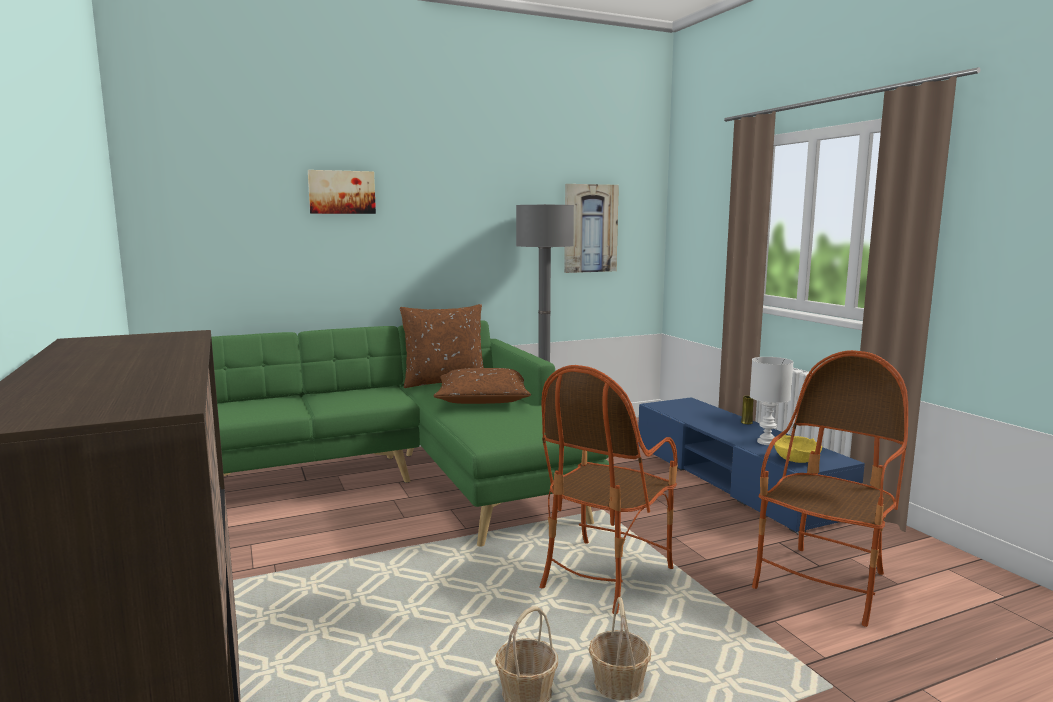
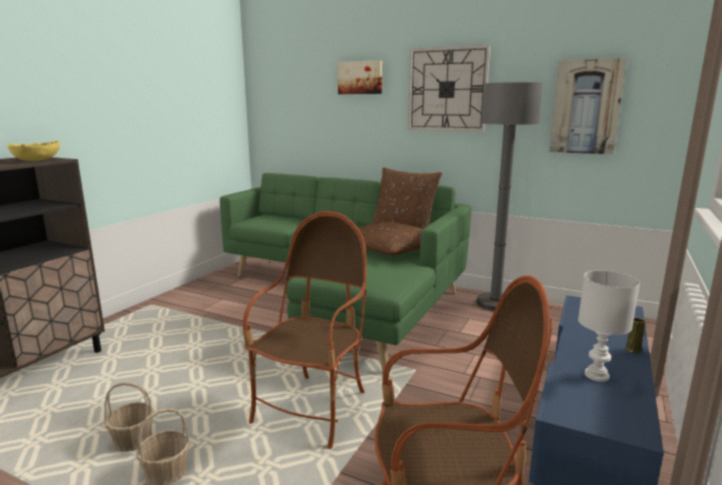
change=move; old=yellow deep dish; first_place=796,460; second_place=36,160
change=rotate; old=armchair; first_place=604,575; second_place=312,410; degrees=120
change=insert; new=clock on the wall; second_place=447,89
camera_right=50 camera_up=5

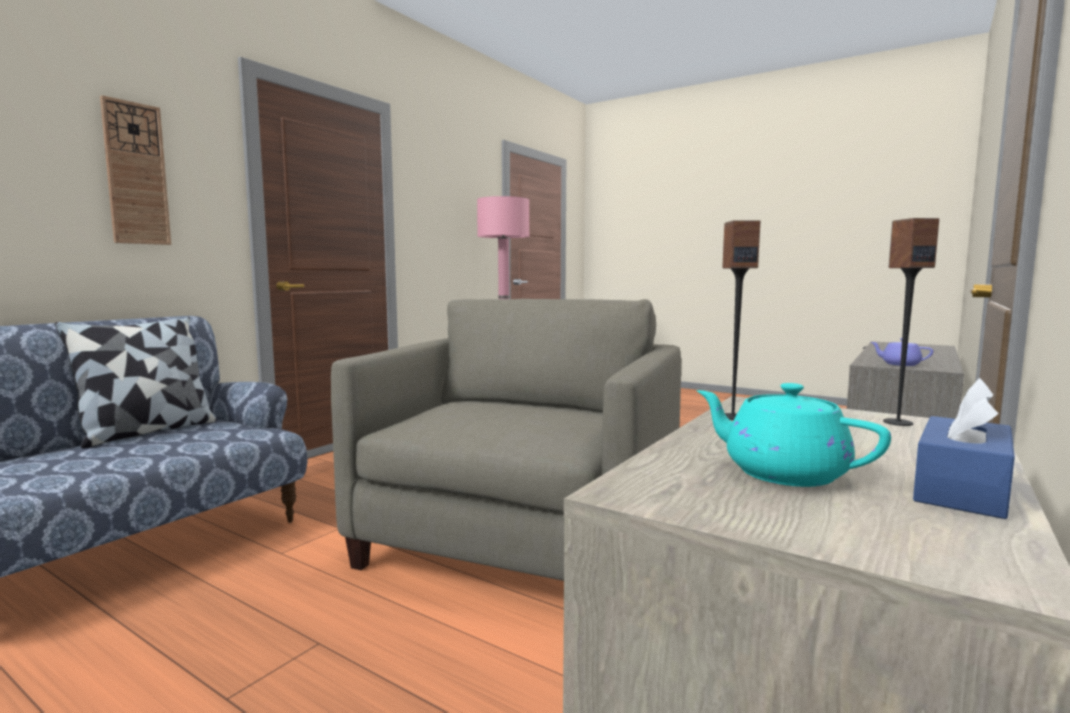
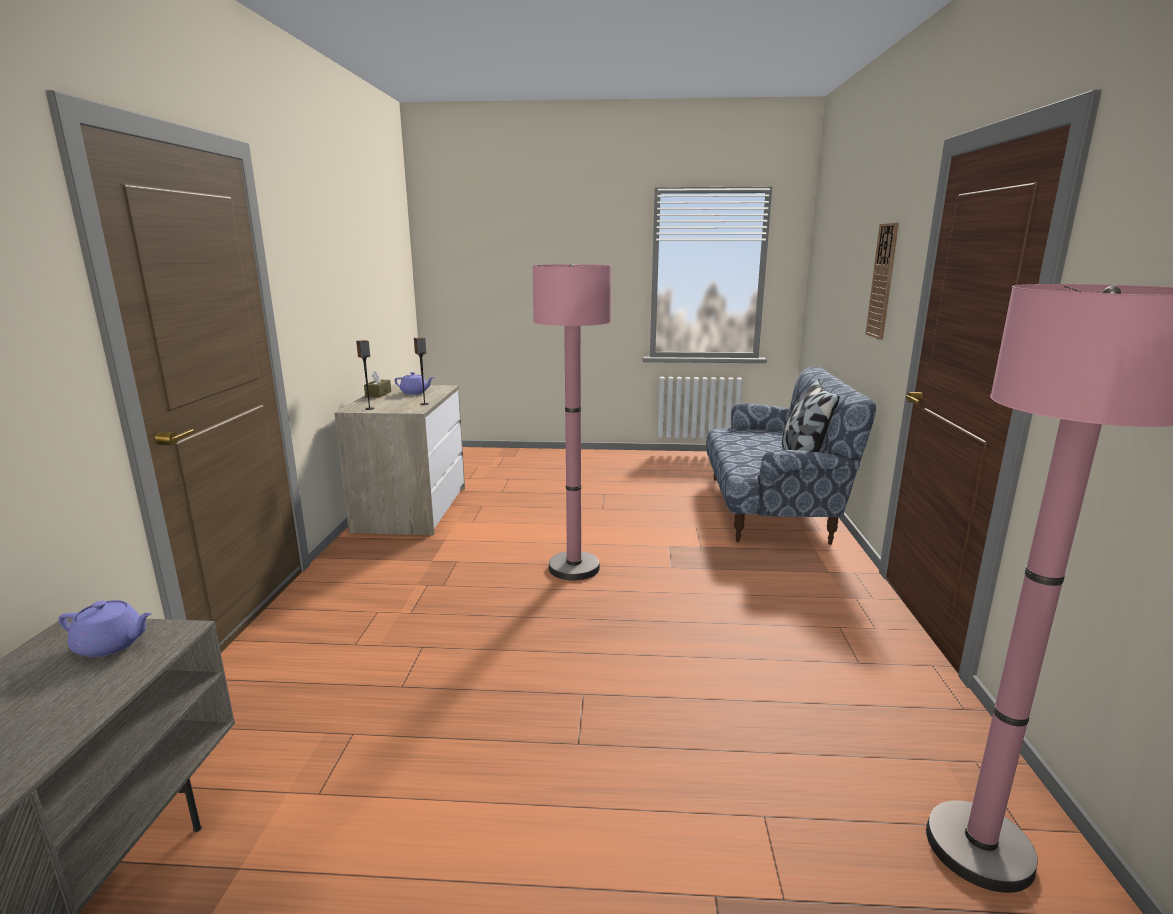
change=recolor; old=blue-coloured box of tissues; new=brownish box of tissues; first_place=961,489; second_place=378,394
change=recolor; old=turquoise pot for tea; new=purple pot for tea; first_place=782,473; second_place=415,392
change=replace; old=beige-coloured armchair; new=pink-coloured standing lamp; first_place=522,542; second_place=574,568
camera_right=150 camera_up=10

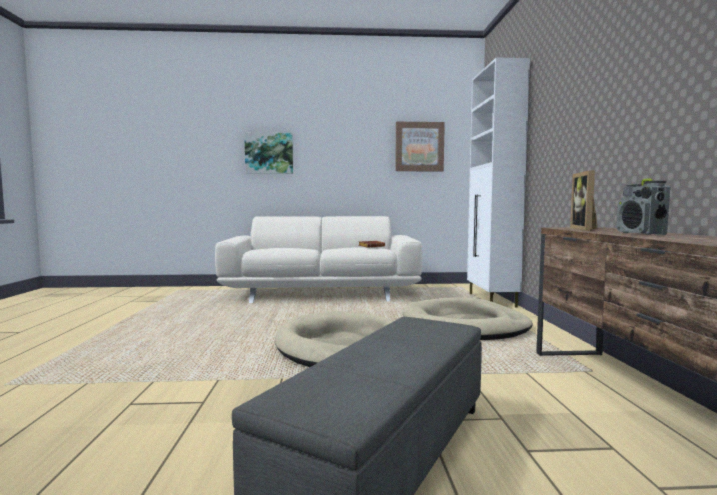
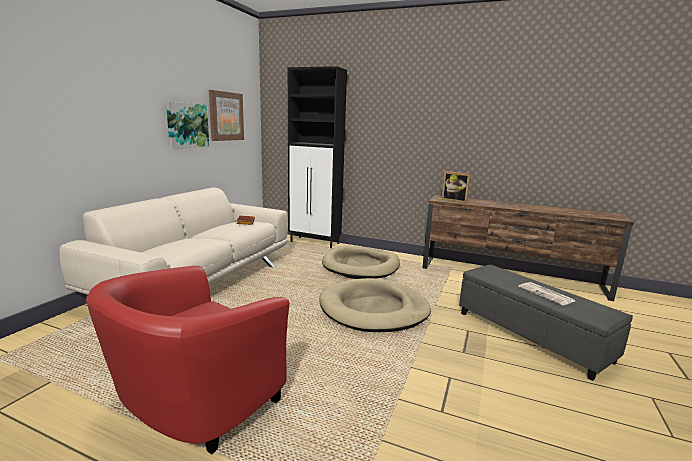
change=insert; new=red-coloured armchair; second_place=194,407
change=move; old=wall picture; first_place=269,153; second_place=187,125
change=recolor; old=white cabinet; new=black-coloured cabinet; first_place=492,300; second_place=315,243
change=insert; new=newspaper; second_place=546,294
change=delete; old=radio set; first_place=641,233
camera_right=-65 camera_up=10

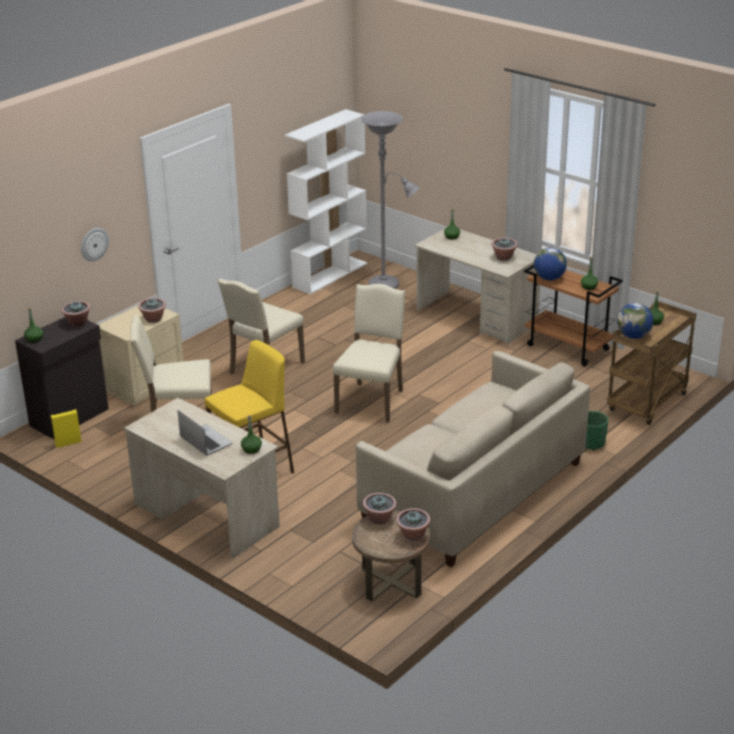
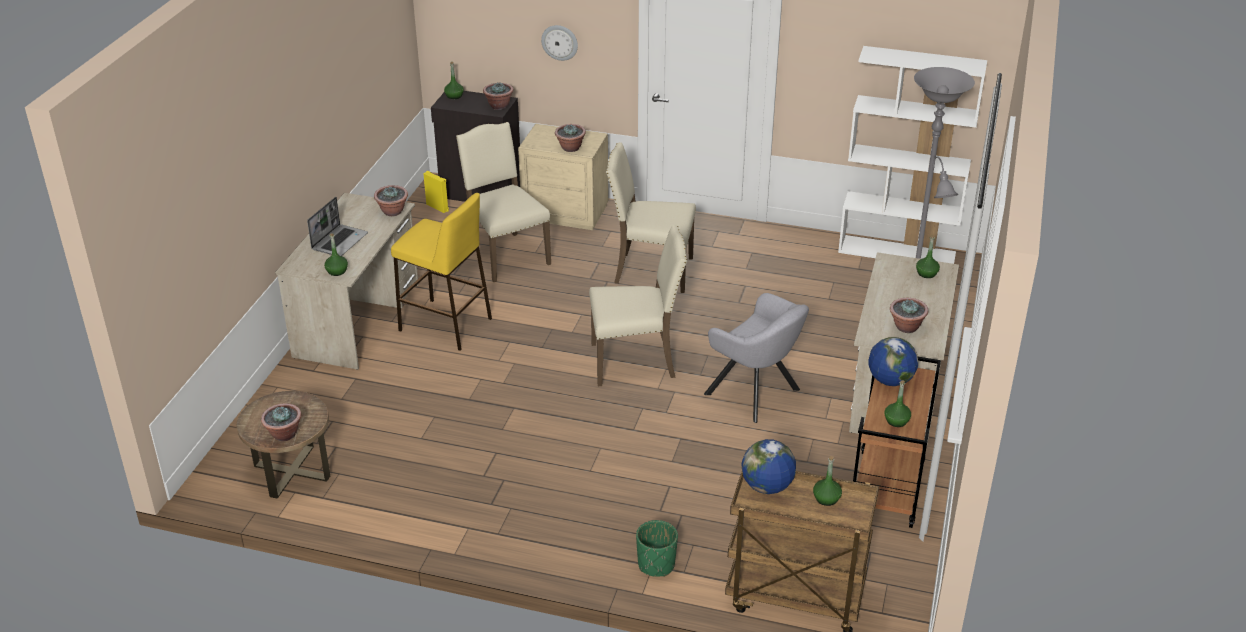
change=move; old=houseplant; first_place=379,519; second_place=393,212
change=insert; new=grey armchair; second_place=756,394
change=delete; old=beige-coloured couch; first_place=474,492
camera_right=65 camera_up=5

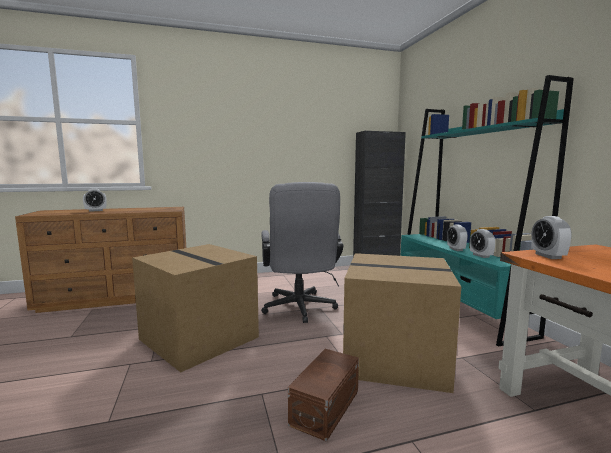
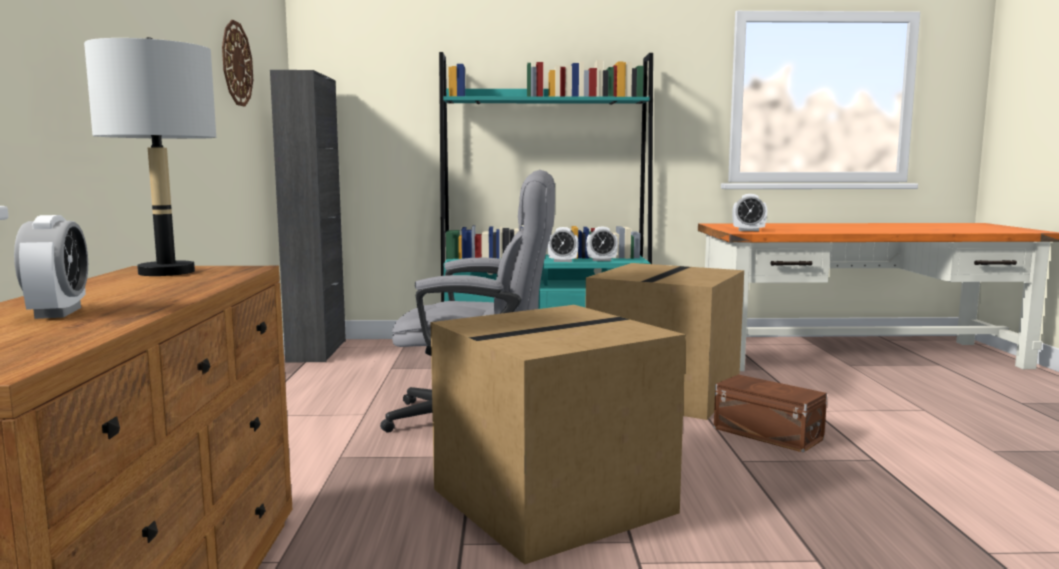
change=insert; new=grey table lamp; second_place=167,272
change=insert; new=clock on the wall; second_place=236,64
camera_right=-75 camera_up=0

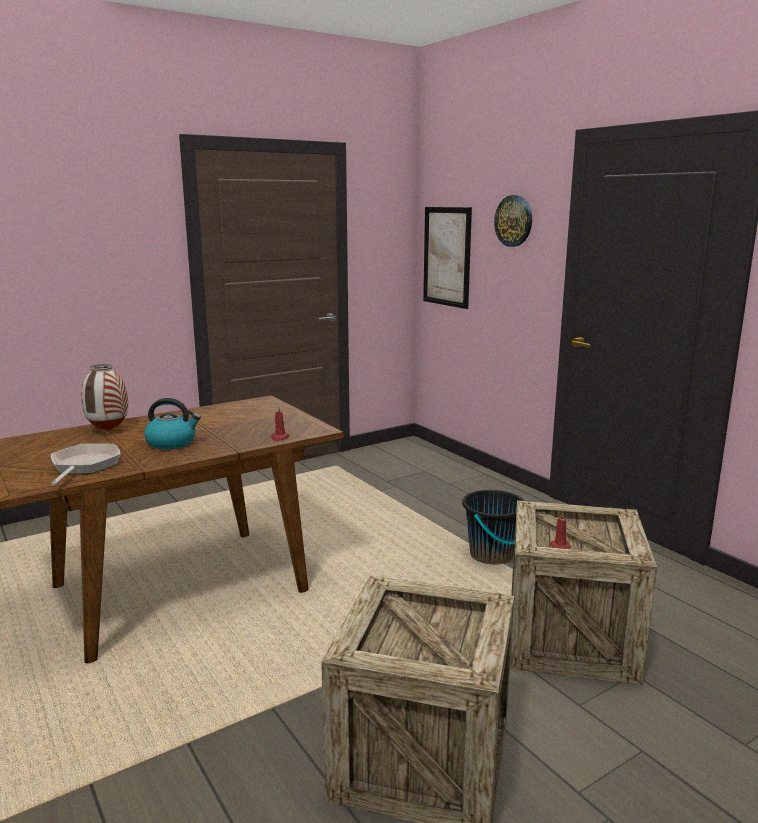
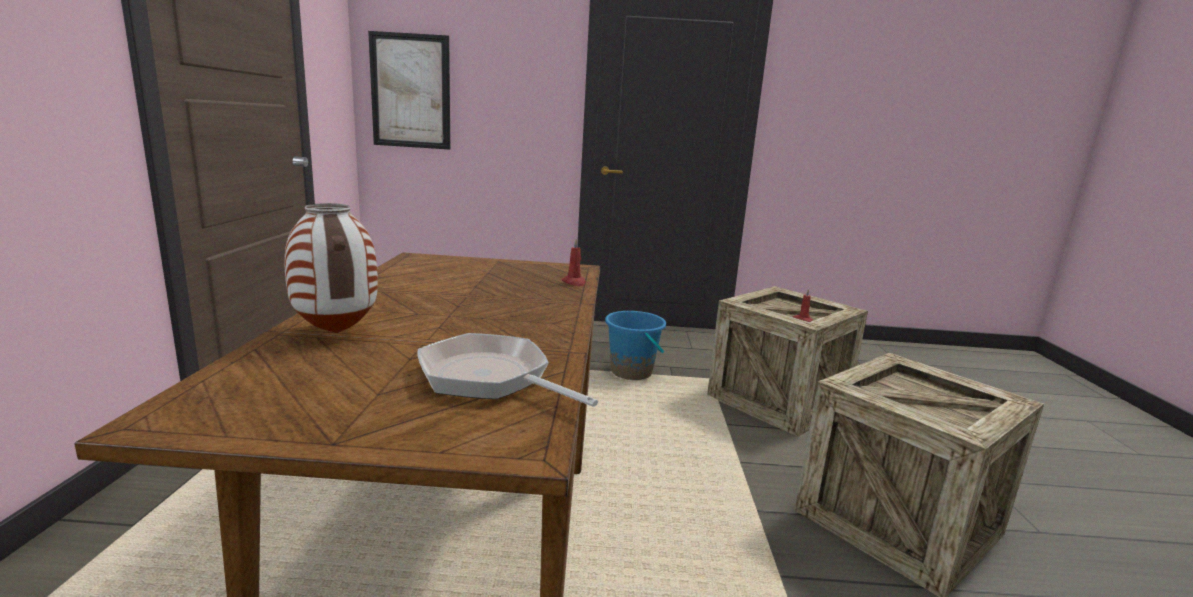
change=recolor; old=black-coloured water bucket; new=blue-coloured water bucket; first_place=492,555; second_place=631,372
change=delete; old=kettle; first_place=172,443
change=delete; old=clock on the wall; first_place=514,221
camera_right=-55 camera_up=0

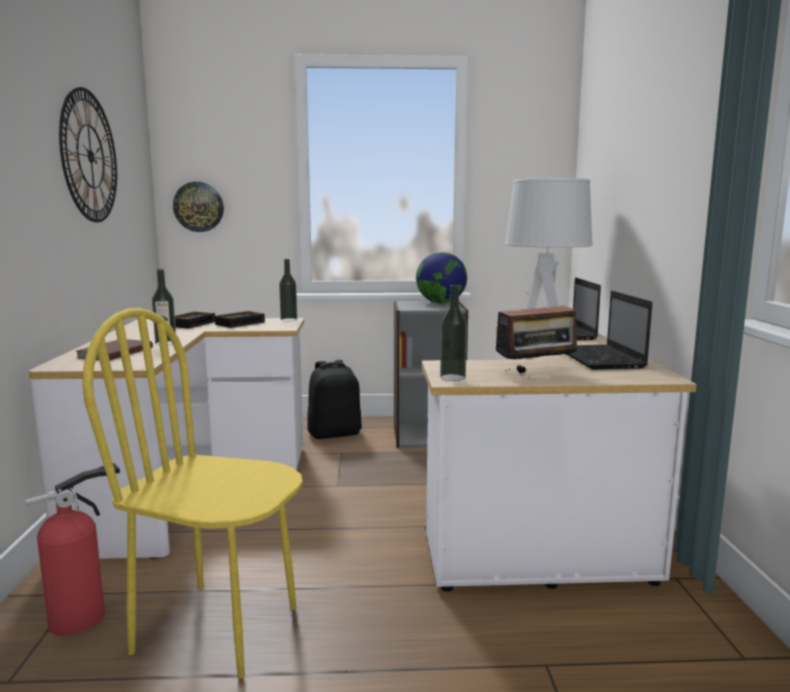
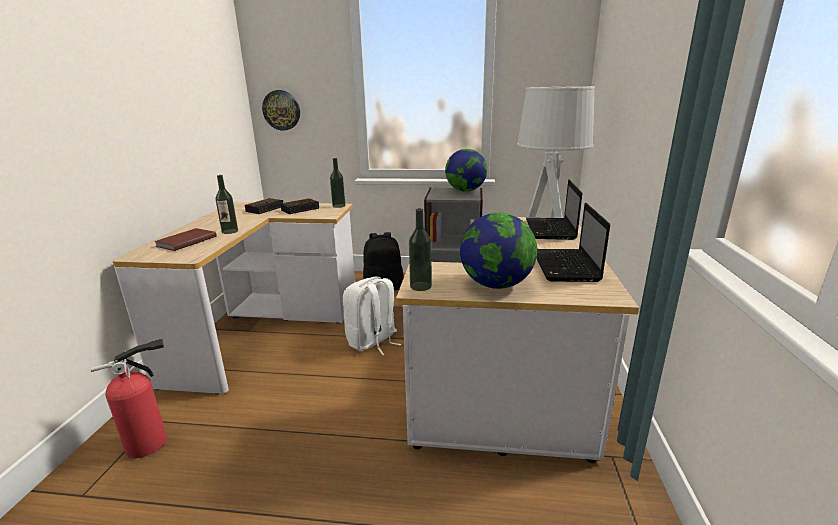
change=insert; new=white backpack; second_place=372,342
change=replace; old=radio set; new=world globe; first_place=536,374; second_place=496,285
change=delete; old=clock on the wall; first_place=90,156
change=delete; old=yellow upright chair; first_place=217,628
camera_right=10 camera_up=10

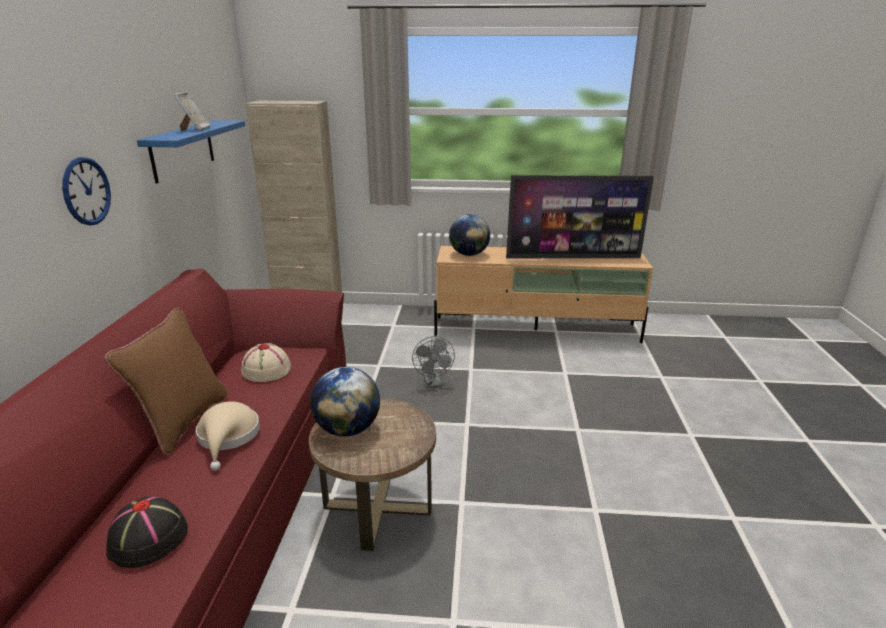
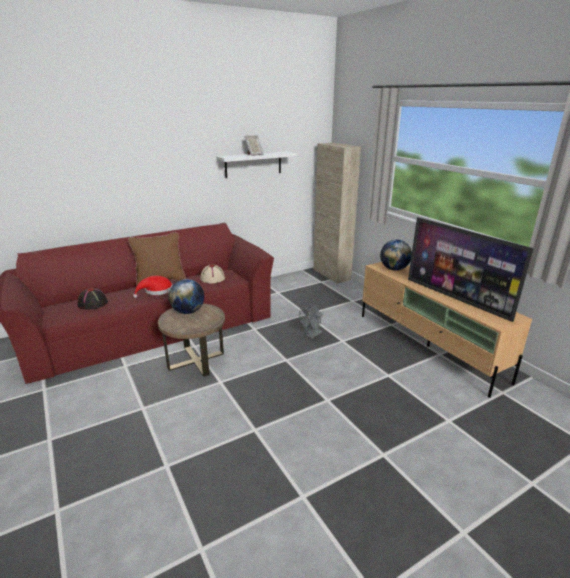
change=recolor; old=beige-coloured clothing hat; new=red-coloured clothing hat; first_place=228,437; second_place=156,291
change=recolor; old=blue-coloured bracket shelf; new=white bracket shelf; first_place=183,150; second_place=253,164
change=delete; old=clock on the wall; first_place=86,191
camera_right=55 camera_up=0

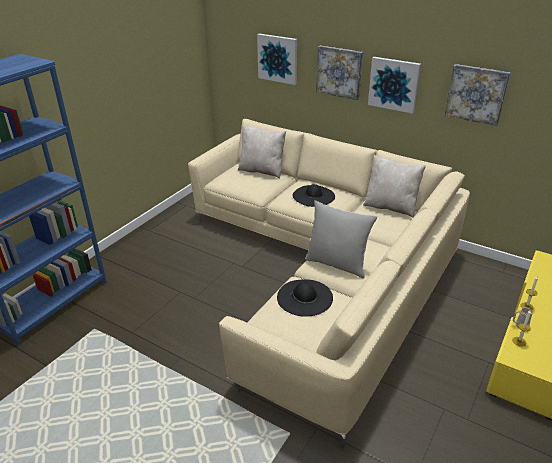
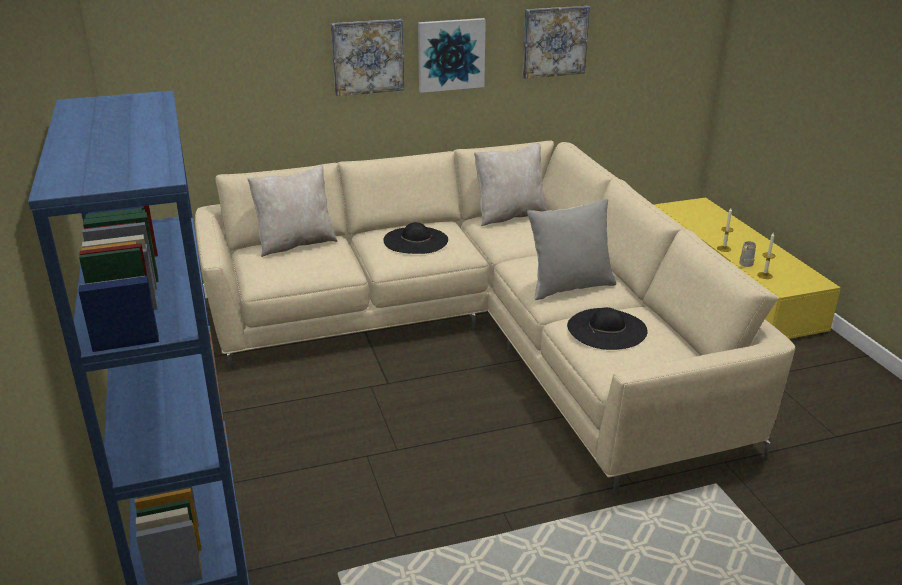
change=delete; old=wall picture; first_place=278,58
camera_right=-50 camera_up=-5

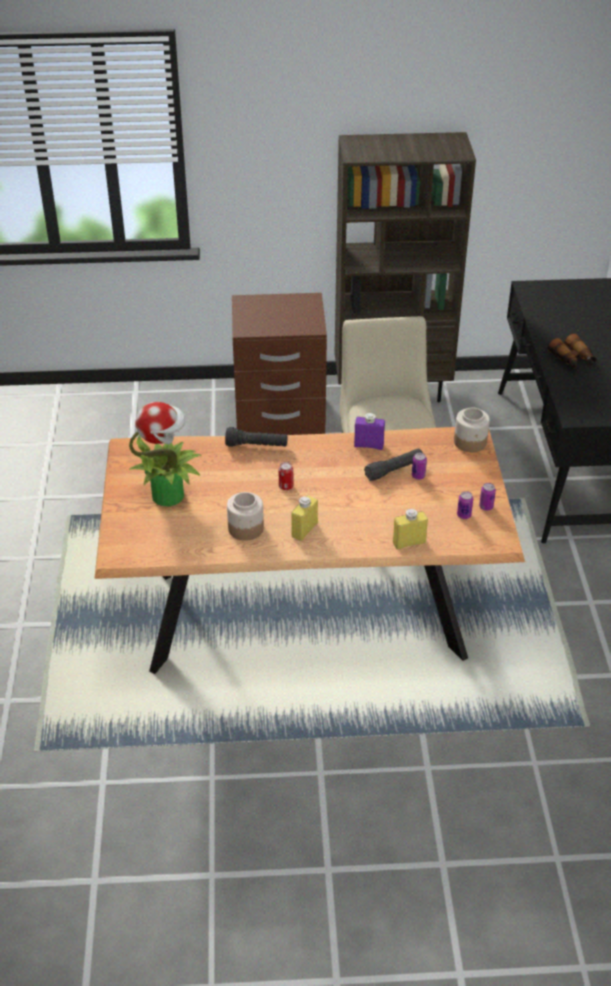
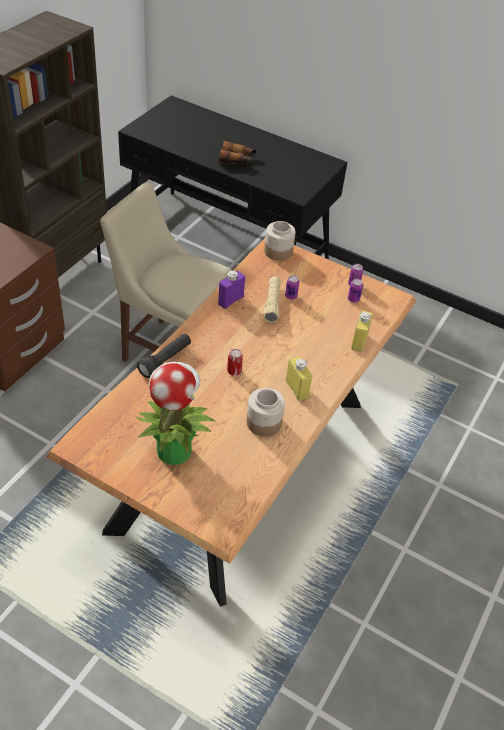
change=recolor; old=black-coloured flashlight; new=beige-coloured flashlight; first_place=394,470; second_place=272,304
camera_right=-60 camera_up=5

